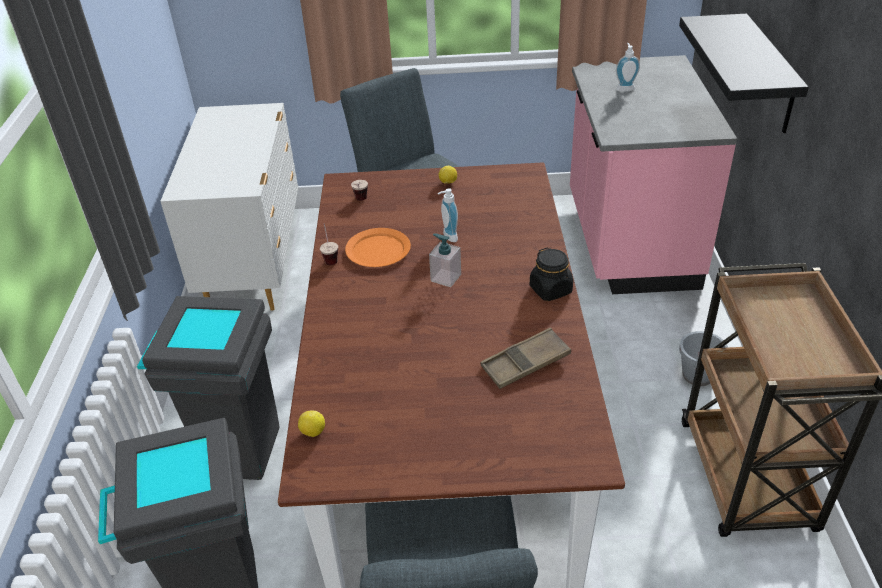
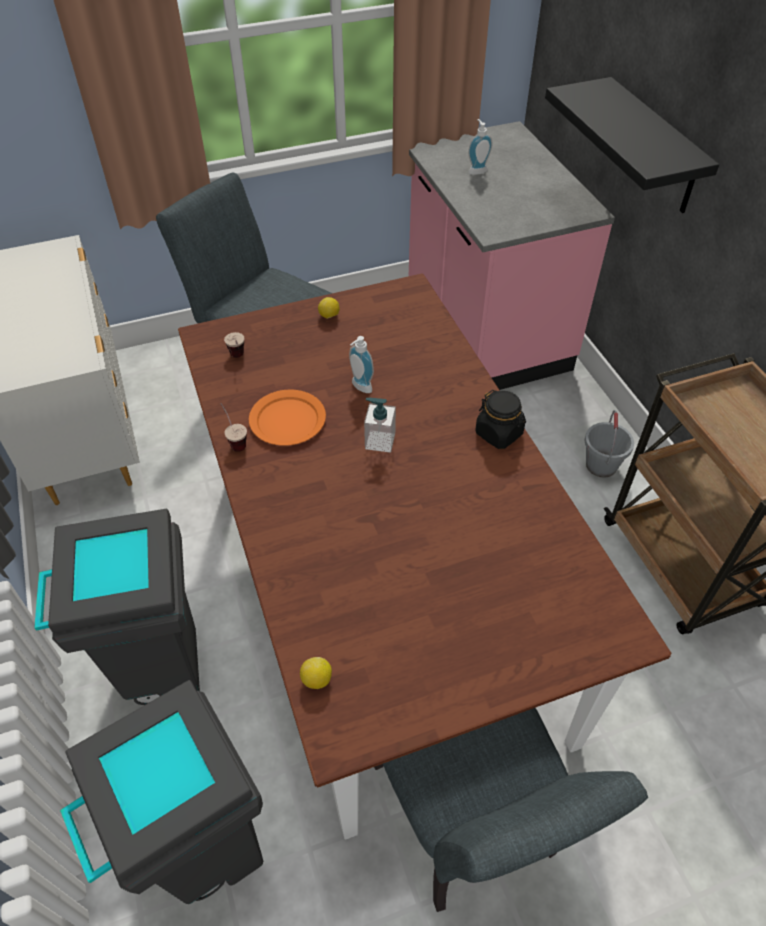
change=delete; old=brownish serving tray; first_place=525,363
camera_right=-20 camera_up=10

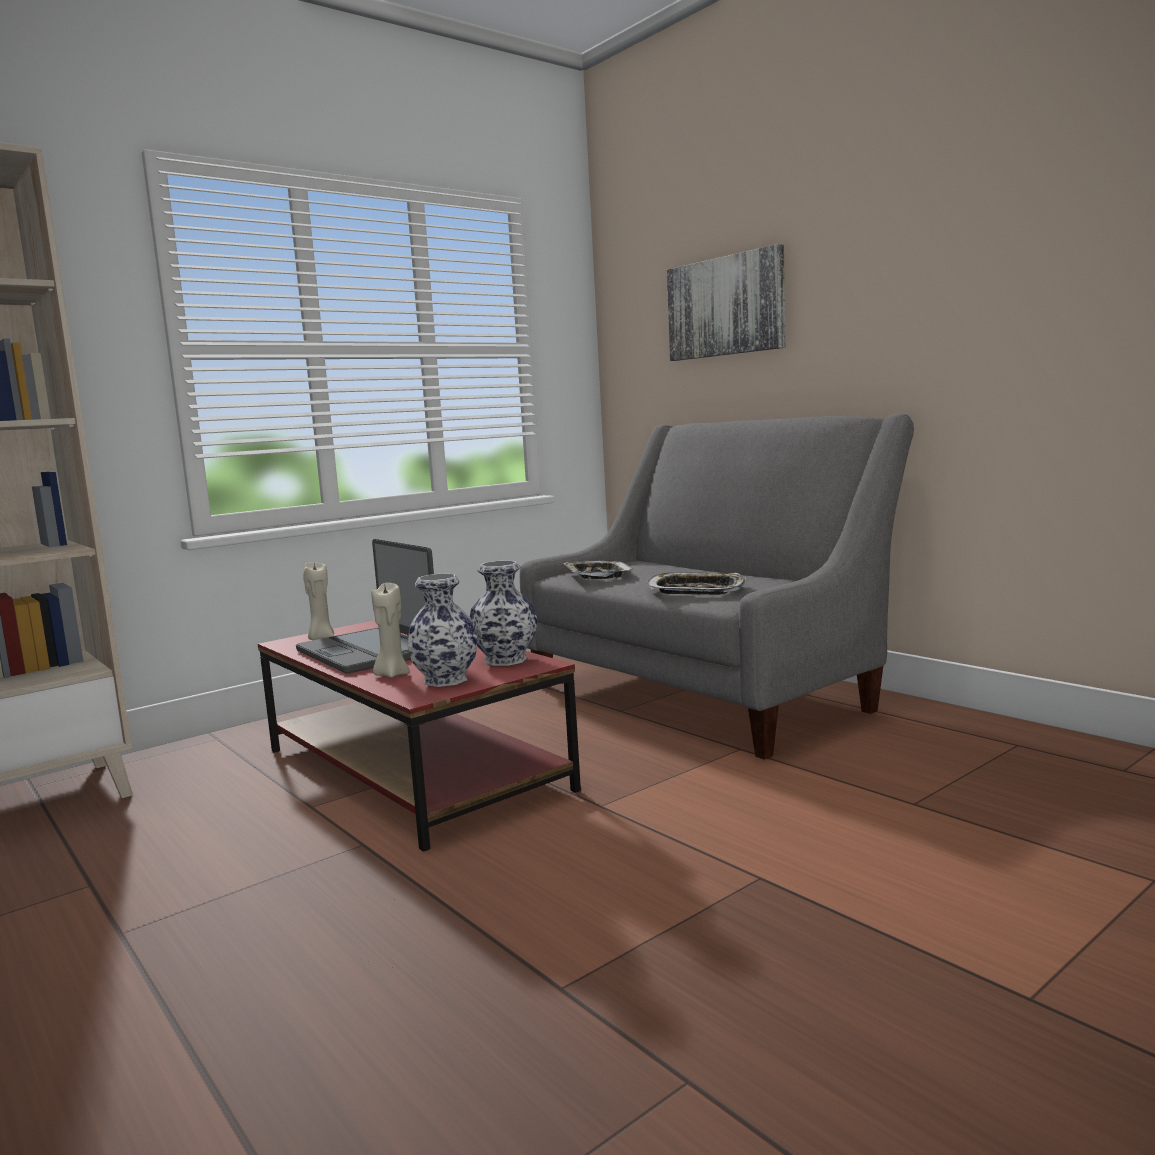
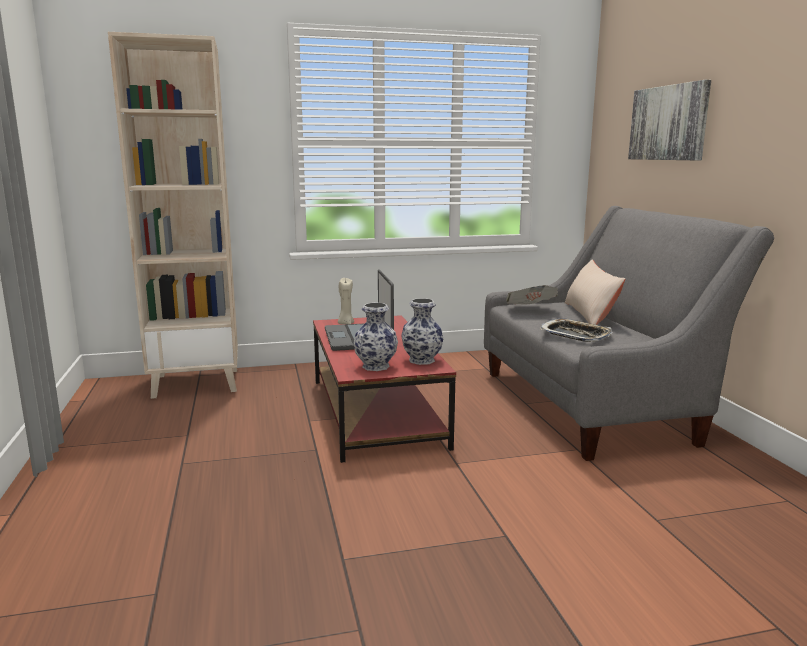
change=replace; old=serving tray; new=newspaper; first_place=597,575; second_place=530,310
change=insert; new=beige-coloured cushion; second_place=590,315
change=delete; old=beige-coloured wax candle; first_place=392,674
camera_right=25 camera_up=5

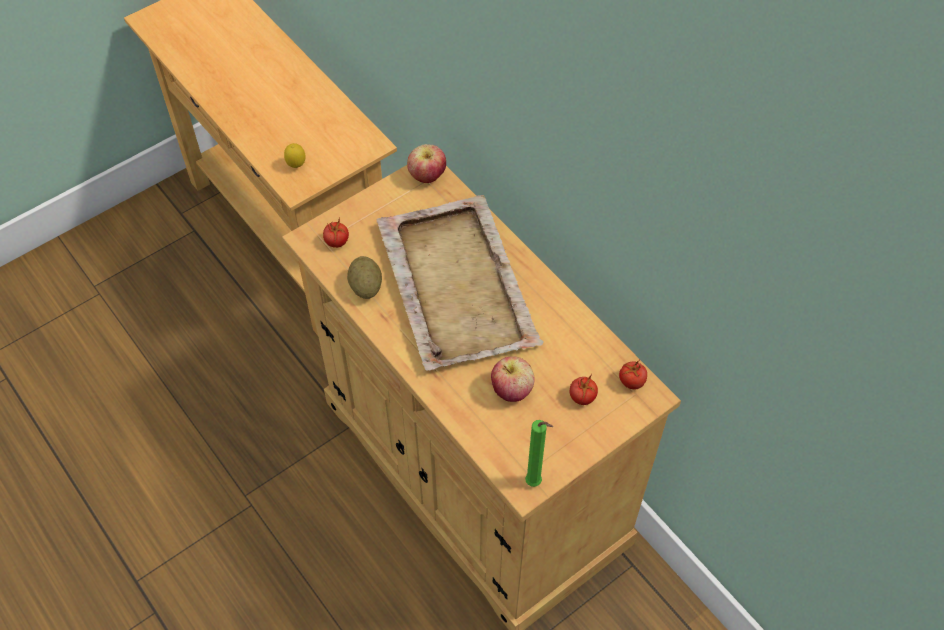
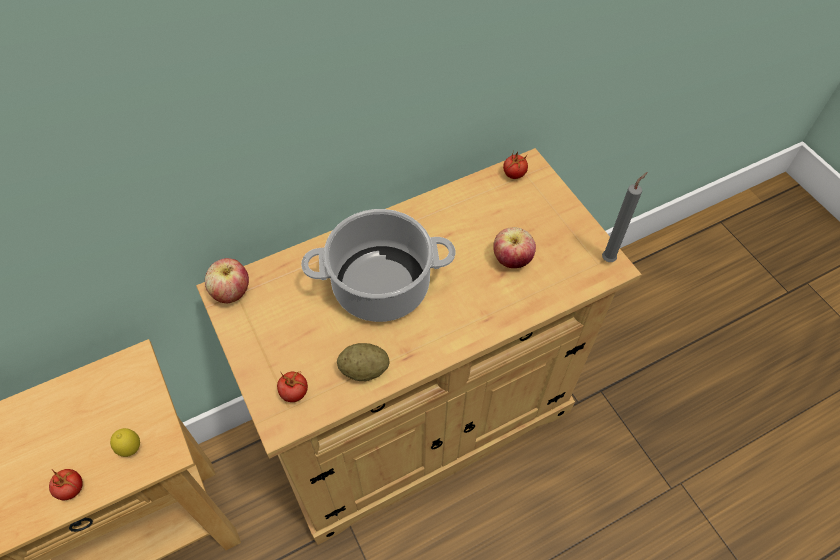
change=move; old=tomato; first_place=582,397; second_place=72,489
change=replace; old=beige-coloured serving tray; new=stockpot; first_place=456,283; second_place=380,286
change=recolor; old=green-coloured wax candle; new=grey wax candle; first_place=535,483; second_place=609,258
camera_right=-80 camera_up=0

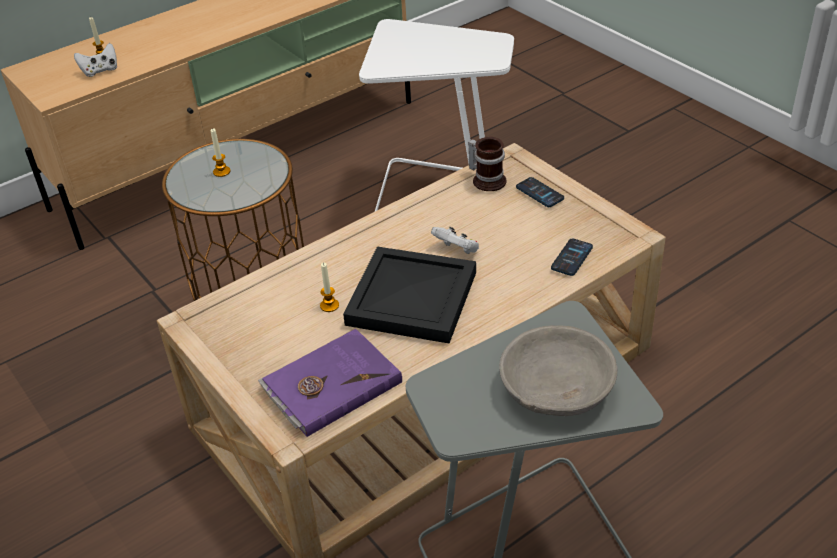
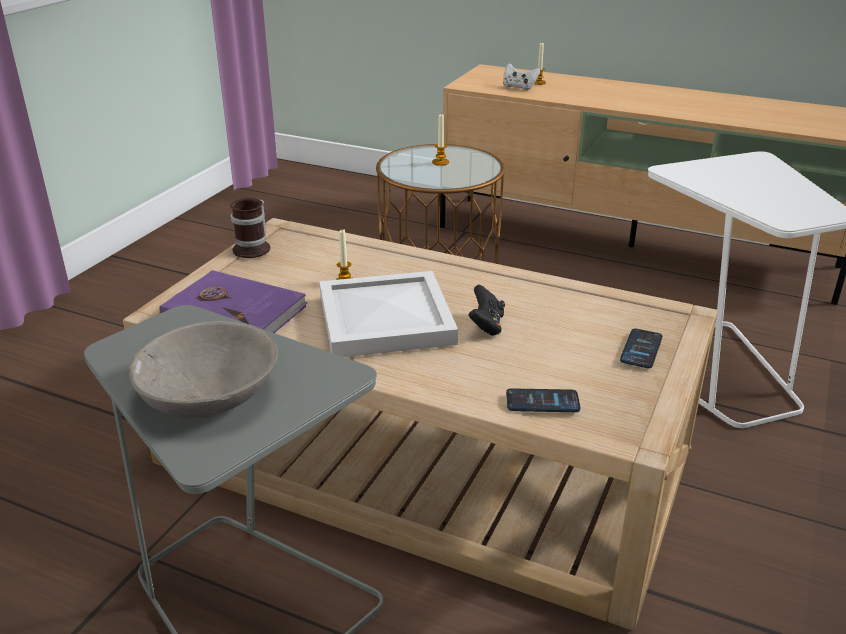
change=move; old=mug; first_place=487,179; second_place=255,248
change=recolor; old=black-coloured serving tray; new=white serving tray; first_place=409,299; second_place=383,318
change=recolor; old=white gamepad; new=black-coloured gamepad; first_place=457,250; second_place=486,325
camera_right=60 camera_up=-10

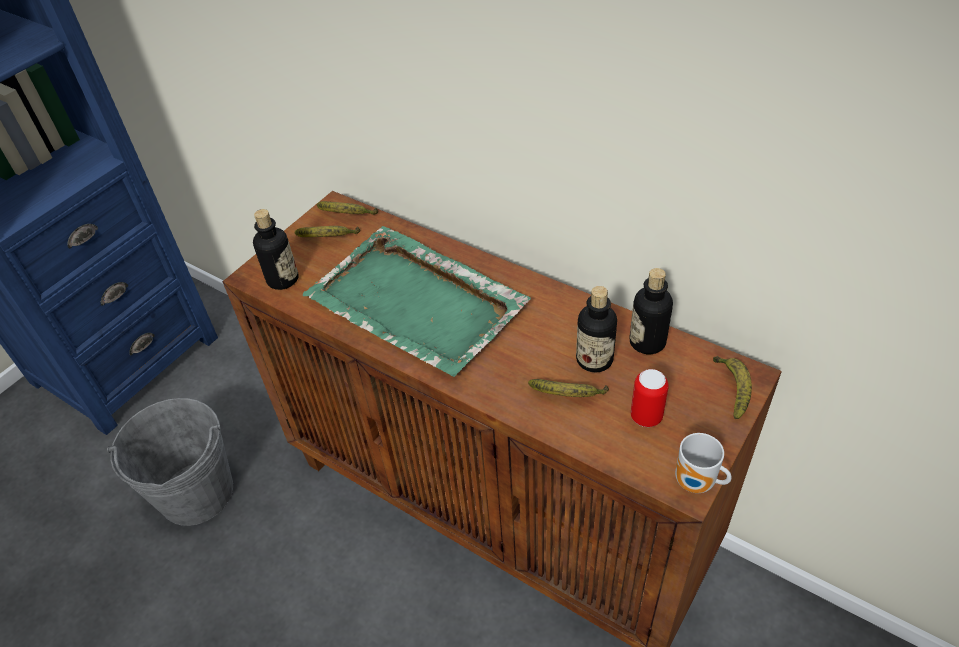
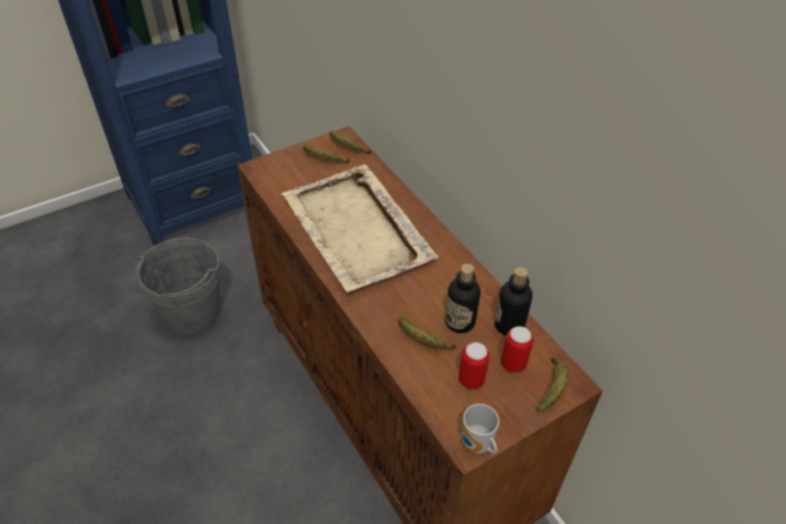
change=recolor; old=green-coloured serving tray; new=beige-coloured serving tray; first_place=417,304; second_place=357,230
change=insert; new=can; second_place=513,364
change=delete; old=drink bottle; first_place=283,279
camera_right=20 camera_up=0

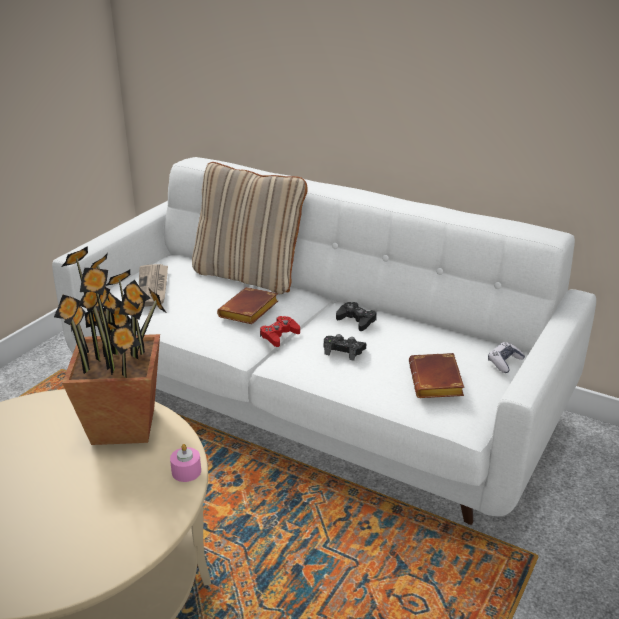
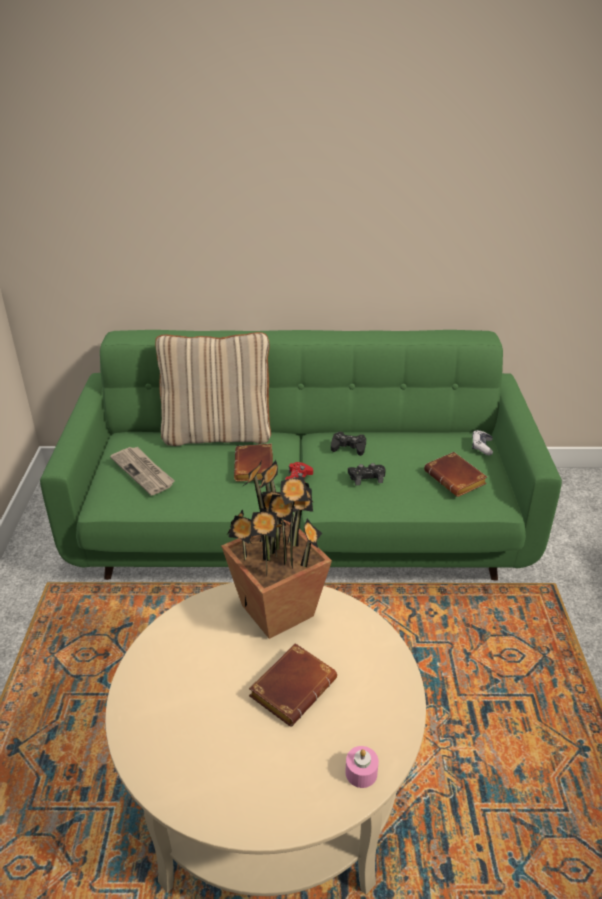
change=recolor; old=white couch; new=green-coloured couch; first_place=311,400; second_place=302,527
change=insert; new=brownish bound book; second_place=292,686
change=move; old=pink-coloured wax candle; first_place=186,471; second_place=361,772
camera_right=-30 camera_up=5

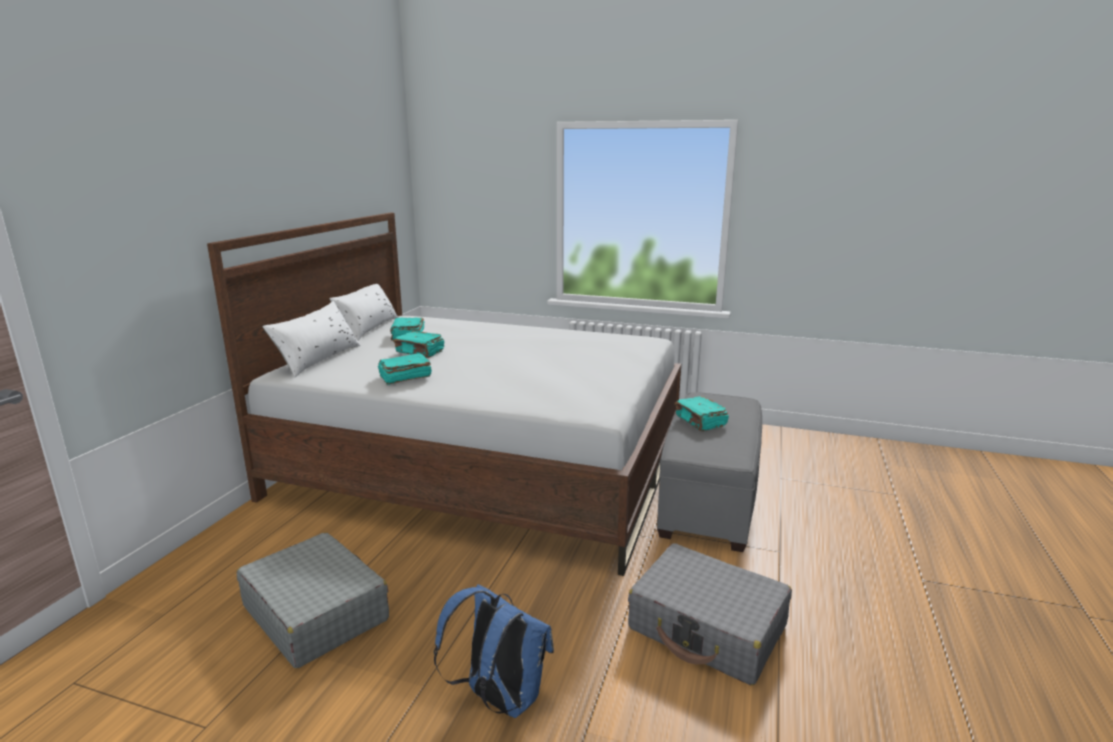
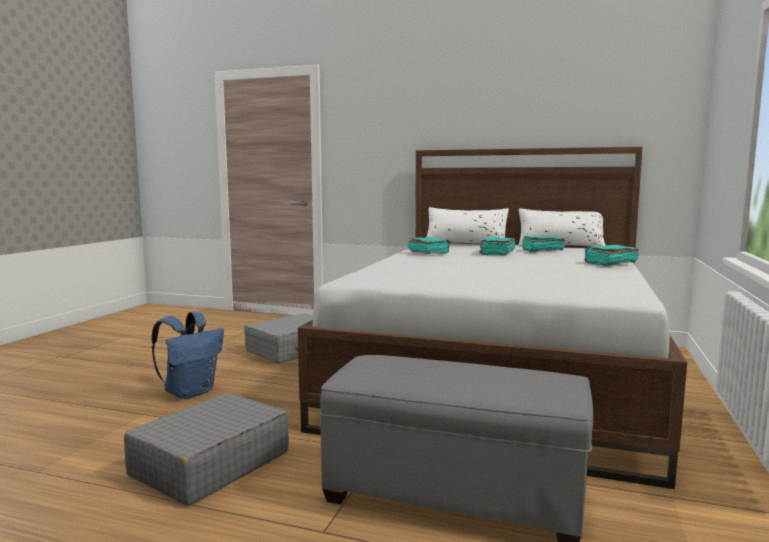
change=move; old=turquoise bound book; first_place=700,421; second_place=610,263
camera_right=90 camera_up=-10

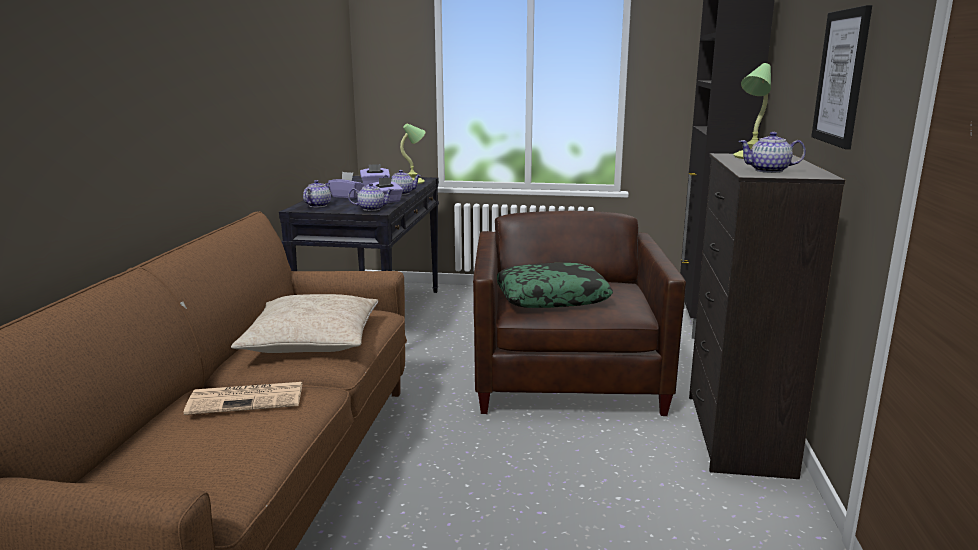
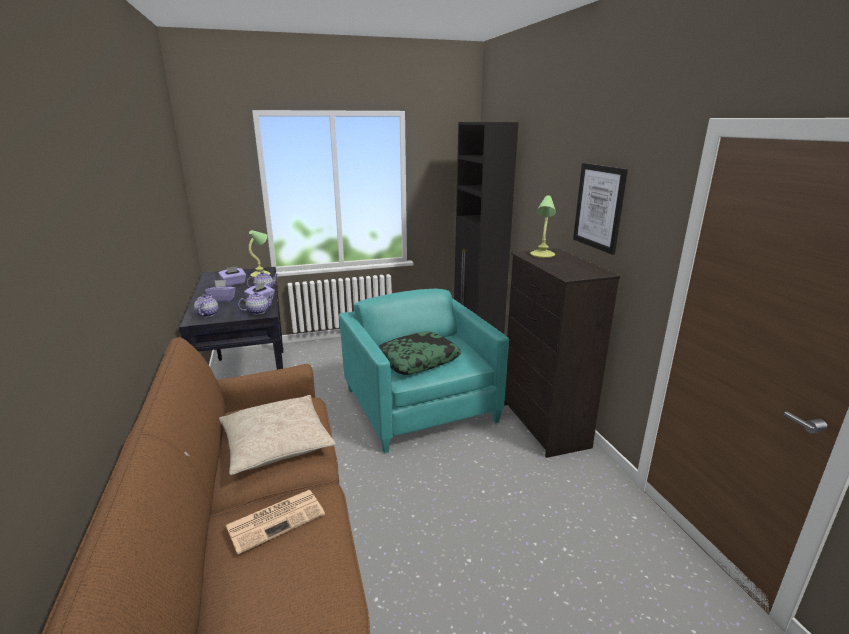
change=recolor; old=brownish armchair; new=turquoise armchair; first_place=567,375; second_place=420,405
change=delete; old=pot for tea; first_place=769,171
camera_right=-25 camera_up=5

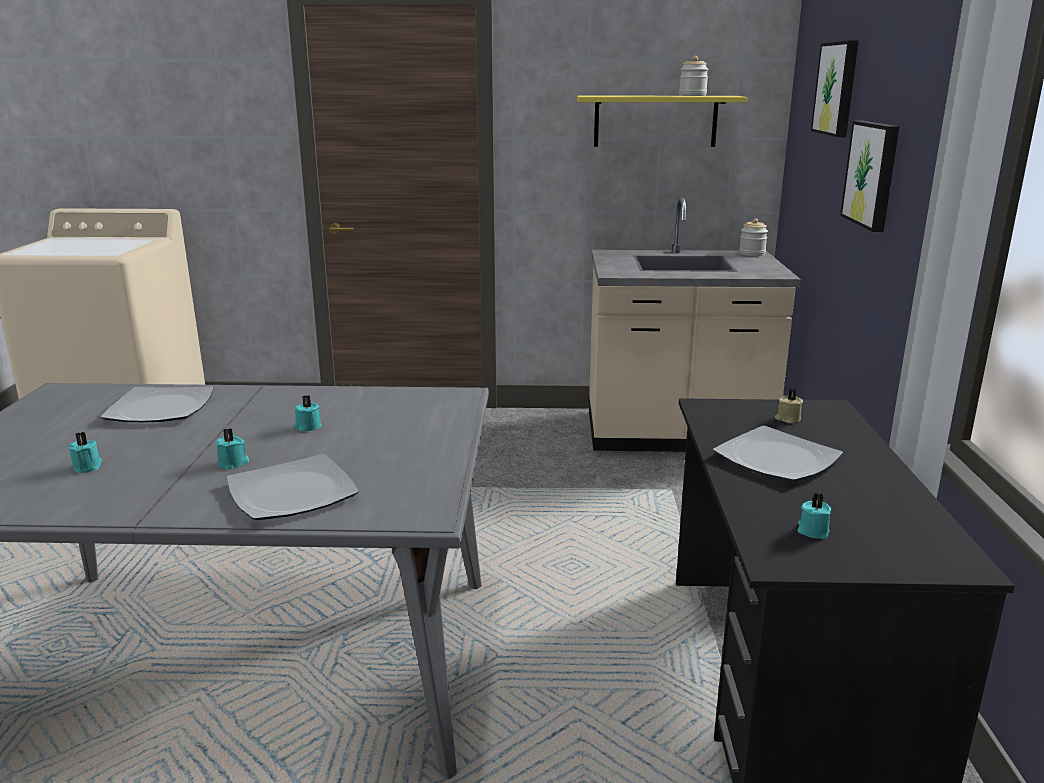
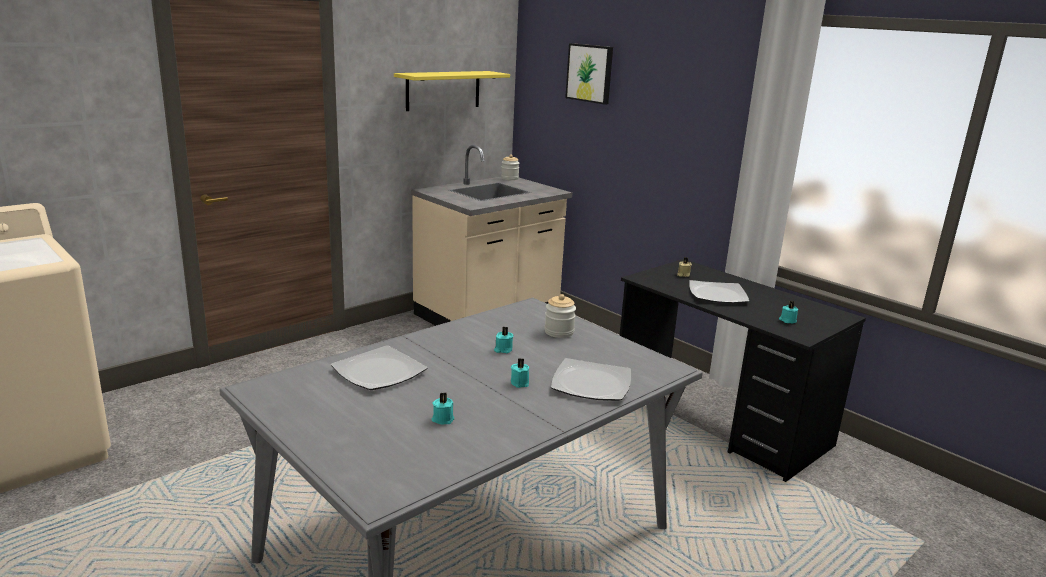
change=move; old=jar; first_place=692,95; second_place=559,332
change=delete; old=wall picture; first_place=873,174
camera_right=-45 camera_up=0

